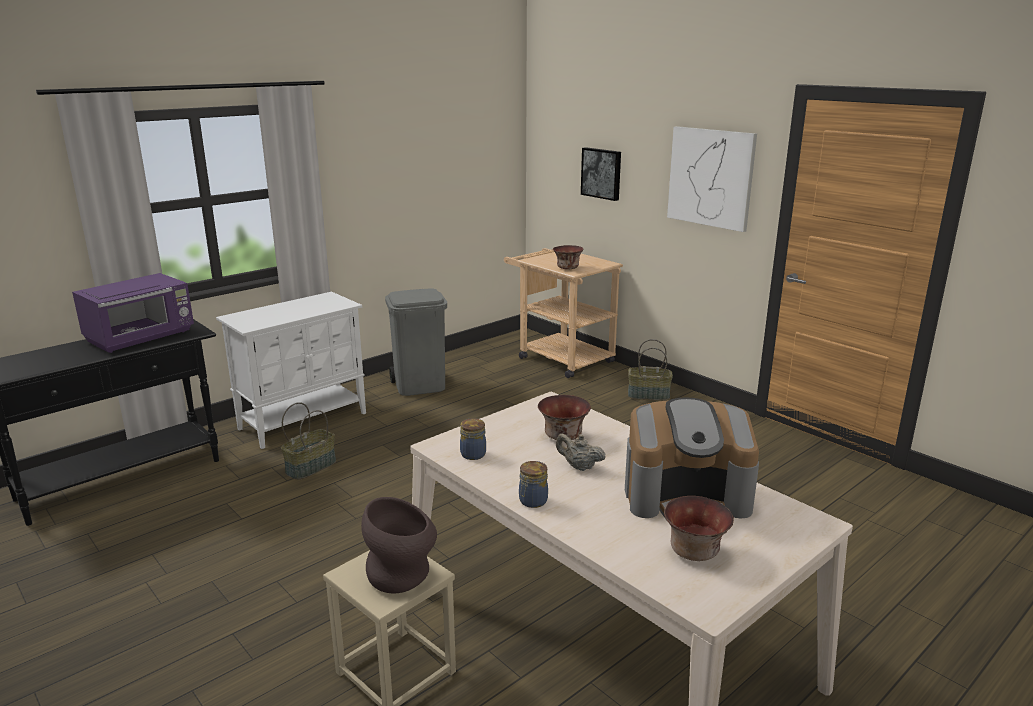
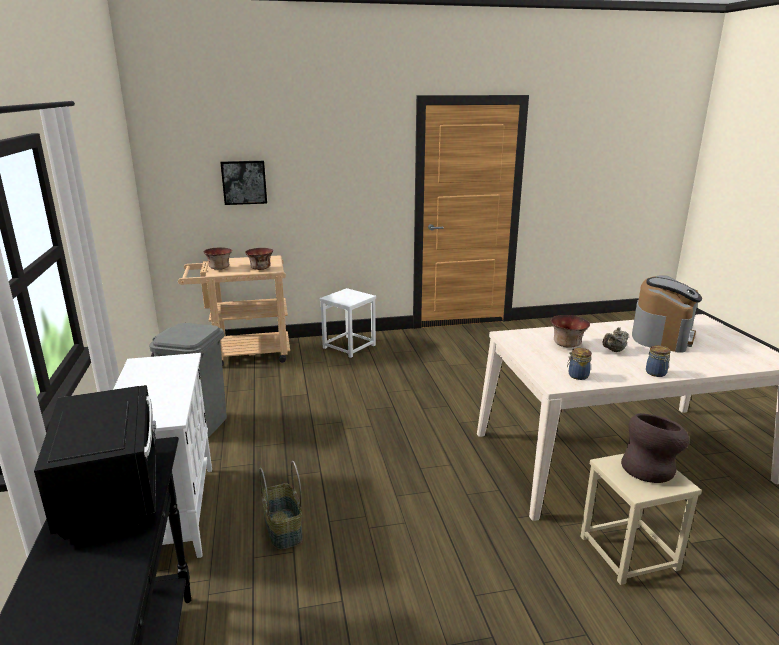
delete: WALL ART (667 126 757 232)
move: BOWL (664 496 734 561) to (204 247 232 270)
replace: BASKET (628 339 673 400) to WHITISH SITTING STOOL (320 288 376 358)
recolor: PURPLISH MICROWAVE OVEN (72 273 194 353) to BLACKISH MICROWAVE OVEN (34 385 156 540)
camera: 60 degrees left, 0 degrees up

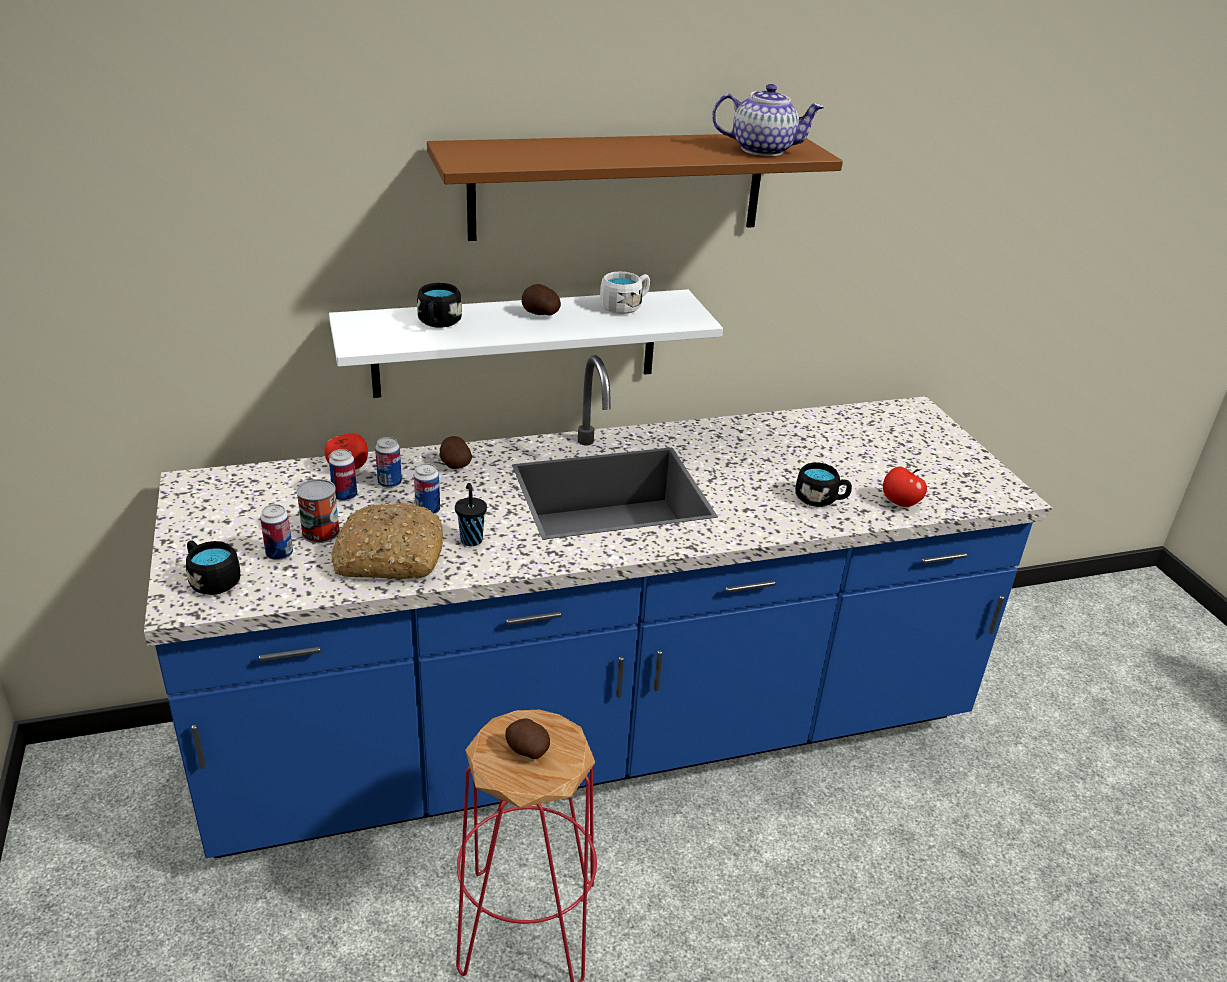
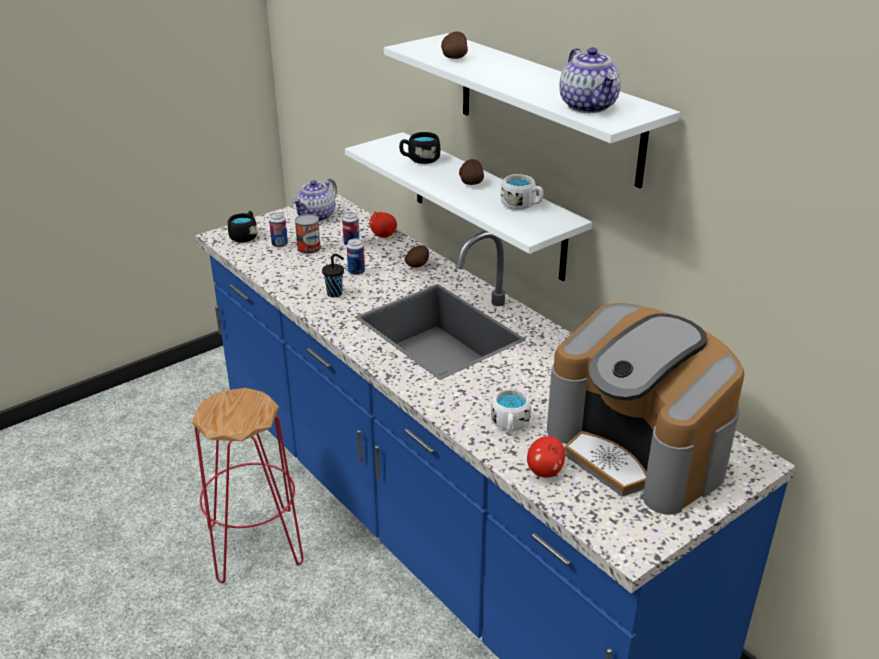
delete: BAKERY BREAD (331 502 443 579); CAN (375 437 402 488)
insert: POT FOR TEA (292 179 337 222); COFFEE BREWER (547 303 744 515)
move: POTATO (505 718 550 759) to (441 32 468 59)
recolor: BROWN BRACKET SHELF (427 134 843 241) to WHITISH BRACKET SHELF (384 33 680 188); BLACKISH MUG (795 462 852 507) to WHITISH MUG (491 389 531 432)
camera: 70 degrees right, 0 degrees up

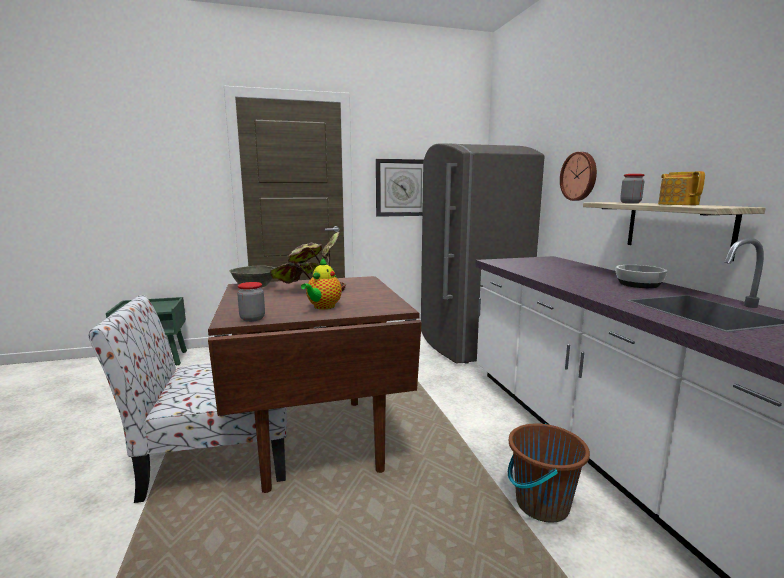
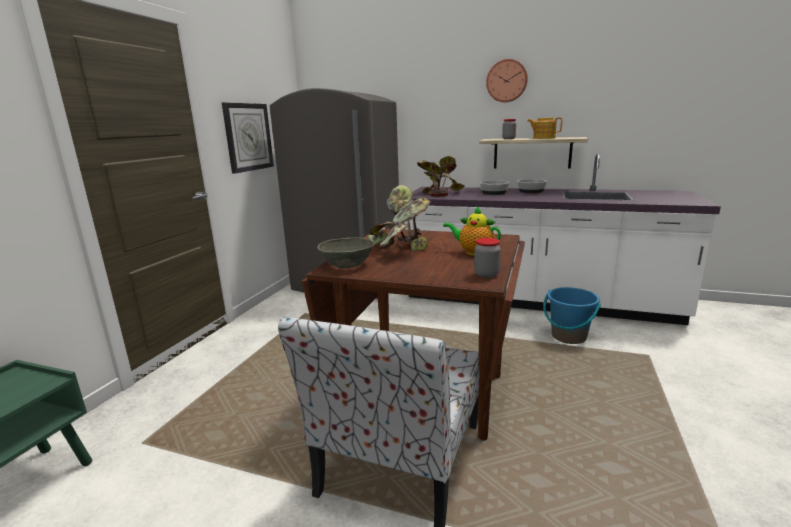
insert: PLANT IN A POT (417 156 465 197); BOWL (480 180 509 195)
move: CLOCK ON THE WALL (560 152 597 201) to (486 59 528 102)
recolor: BROWN BUCKET (508 423 590 523) to BLUE-COLOURED BUCKET (543 287 601 344)
rotate: POT FOR TEA (301 258 342 309) = (443 207 501 256) 150 degrees clockwise
camera: 55 degrees left, 5 degrees up

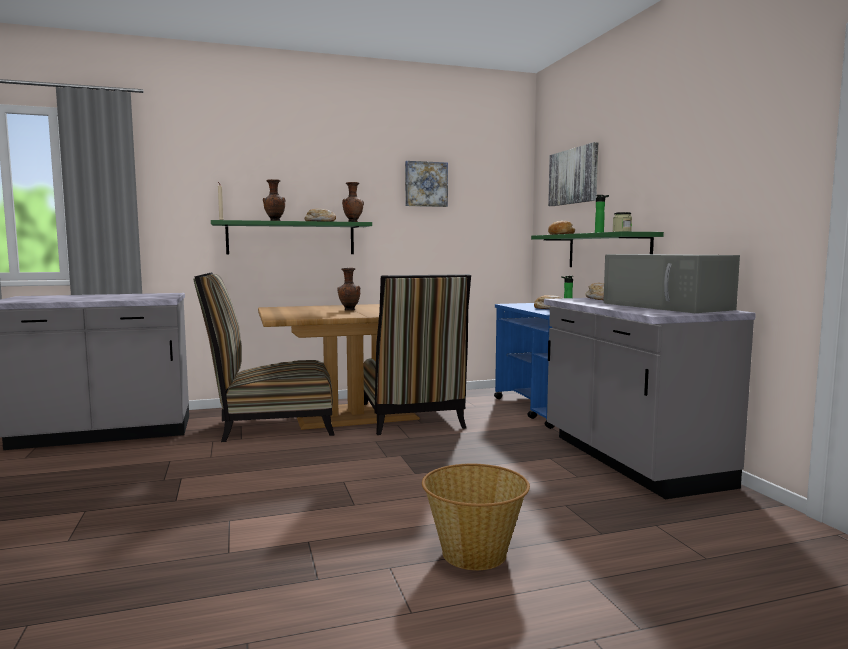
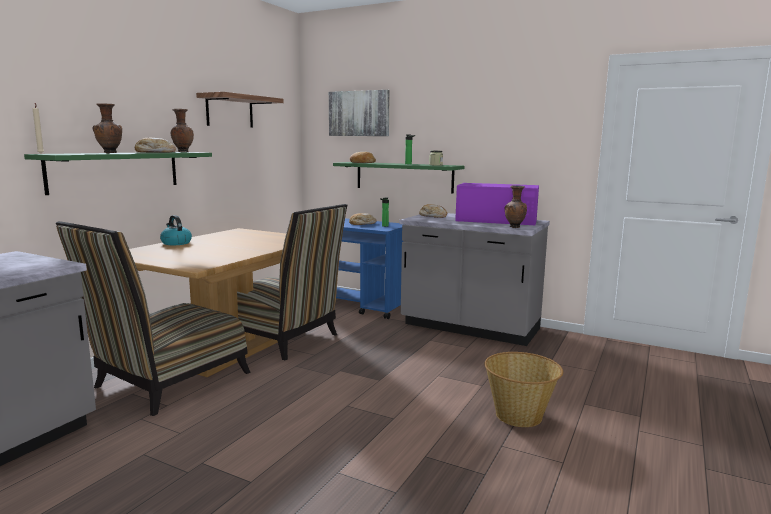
insert: WATER KETTLE (160 215 192 245)
move: BROWN VASE (337 268 360 311) to (504 185 527 228)
replace: WALL ART (405 161 448 207) to BRACKET SHELF (196 92 284 128)
recolor: GRAY MICROWAVE OVEN (603 254 740 313) to PURPLISH MICROWAVE OVEN (455 183 539 225)
camera: 45 degrees left, 5 degrees up

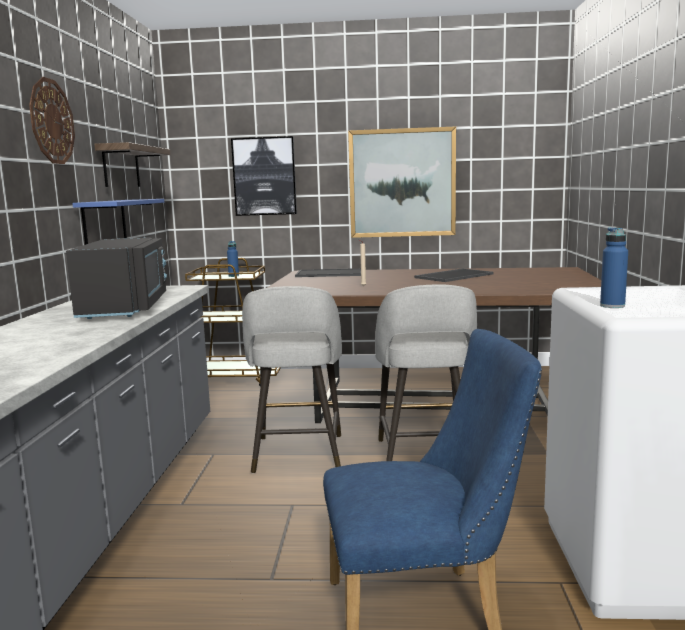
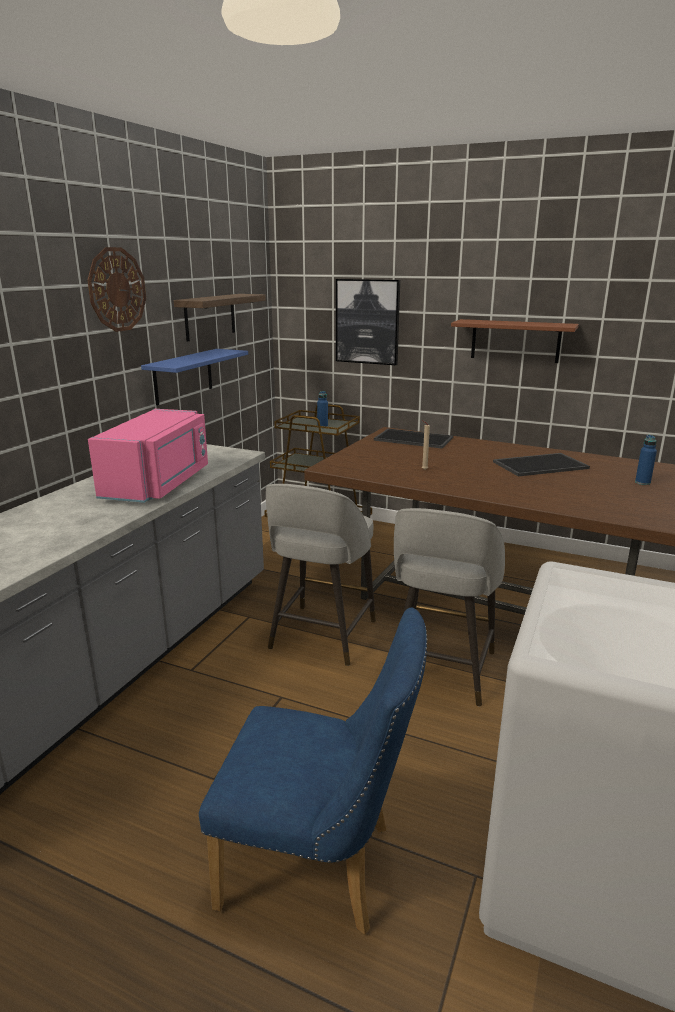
move: BLUE-COLOURED DRINK BOTTLE (600 227 628 308) to (635 435 657 485)
replace: WALL ART (348 126 456 238) to BROWN BRACKET SHELF (451 319 579 363)
recolor: BLACKISH MICROWAVE OVEN (66 237 167 319) to PINKISH MICROWAVE OVEN (88 409 208 503)
camera: 20 degrees right, 10 degrees up

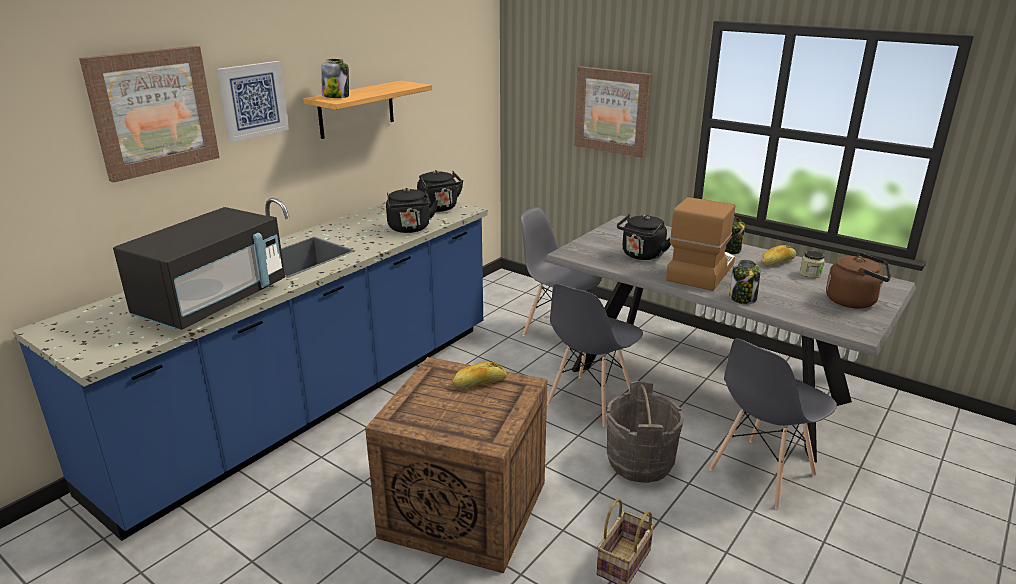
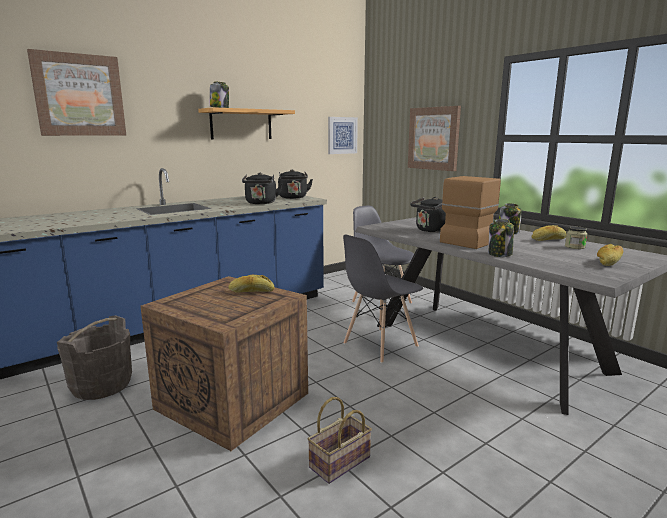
delete: BLACKISH MICROWAVE OVEN (113 207 285 330); GRAY PLAIN CHAIR (709 338 837 509)
move: GRAY BUCKET (607 381 684 483) to (57 315 132 400); WALL ART (216 61 289 142) to (328 117 358 154)
replace: BROWN WATER KETTLE (826 252 891 308) to BAKERY BREAD (597 244 623 266)
camera: 15 degrees right, 10 degrees down

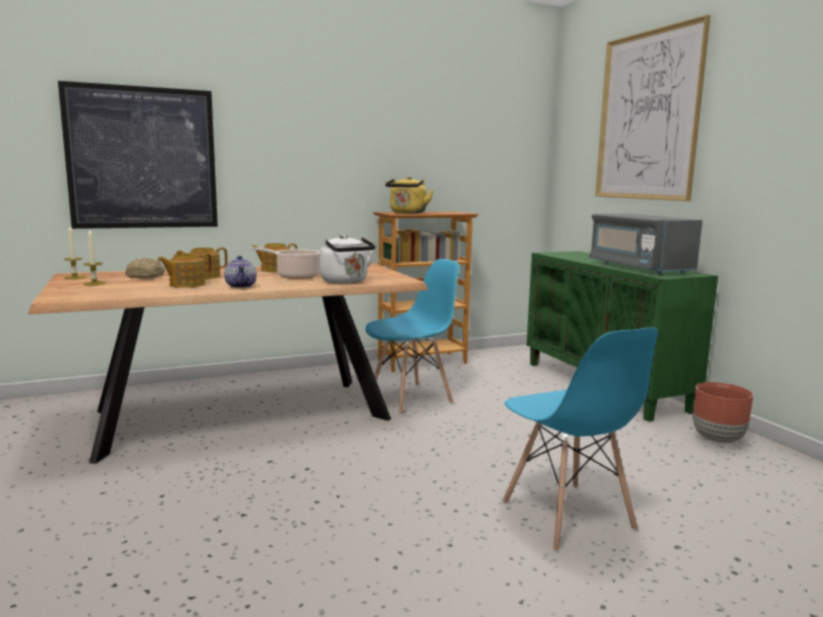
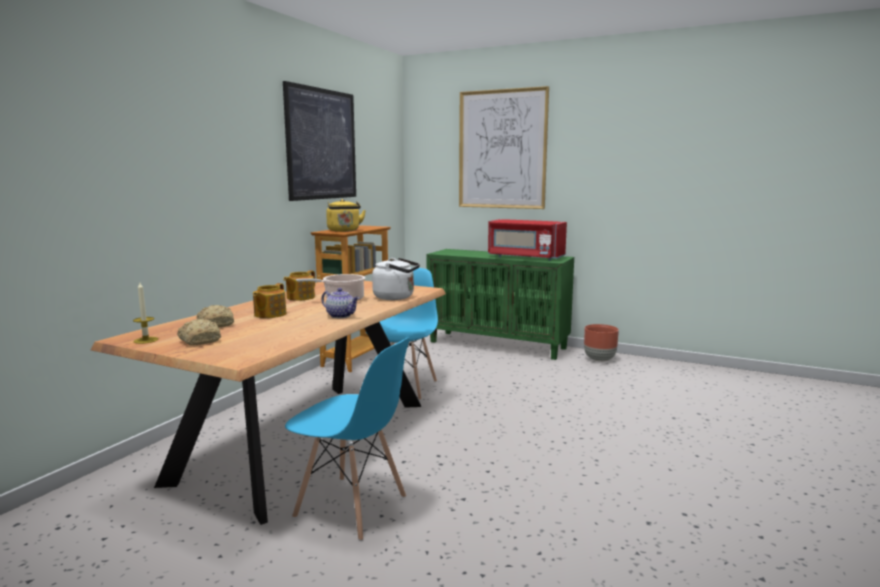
delete: POT FOR TEA (157 253 212 288)
move: WALL ART (58 81 218 229) to (283 81 356 201); BLUE-COLOURED PLAIN CHAIR (502 327 658 552) to (285 337 410 541)
replace: WAX LIGHT (83 229 106 285) to BAKERY BREAD (177 319 221 346)
recolor: GRAY MICROWAVE OVEN (589 213 703 275) to RED MICROWAVE OVEN (488 219 567 261)
camera: 40 degrees left, 0 degrees up

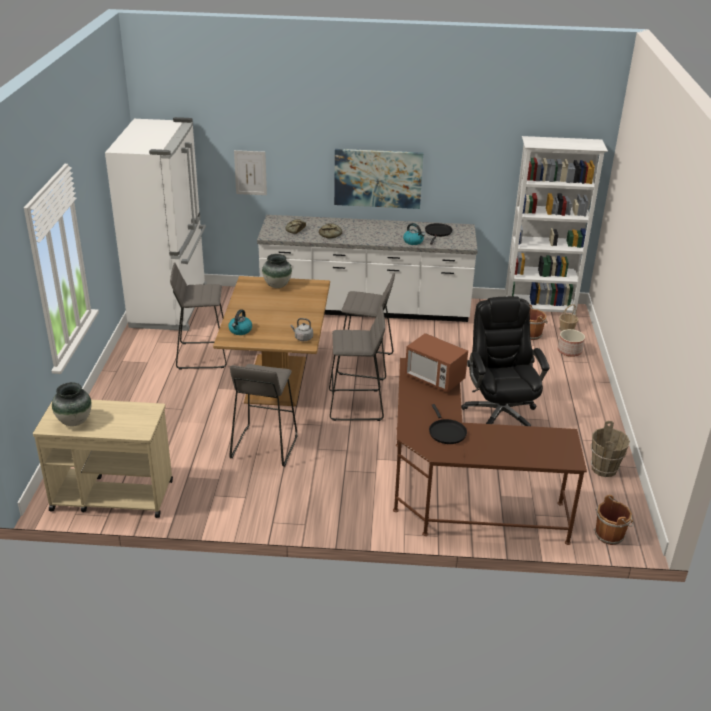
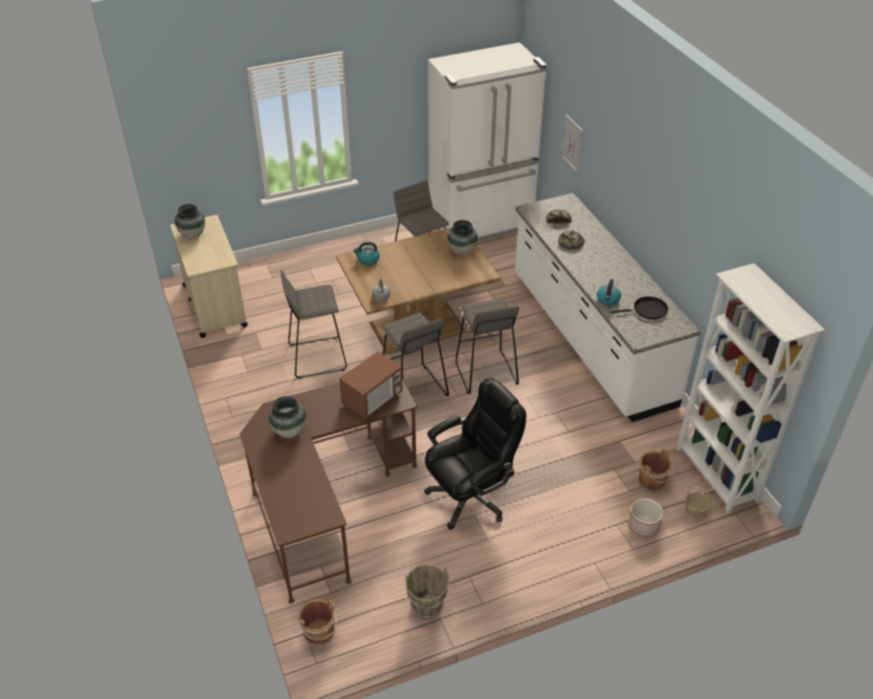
delete: WALL ART (334 149 423 209)
replace: BLACKISH PAN (429 404 467 444) to VASE (268 396 306 438)
rotate: MICROWAVE OVEN (405 333 468 393) = (339 351 403 419) 150 degrees counterclockwise
camera: 65 degrees right, 10 degrees up

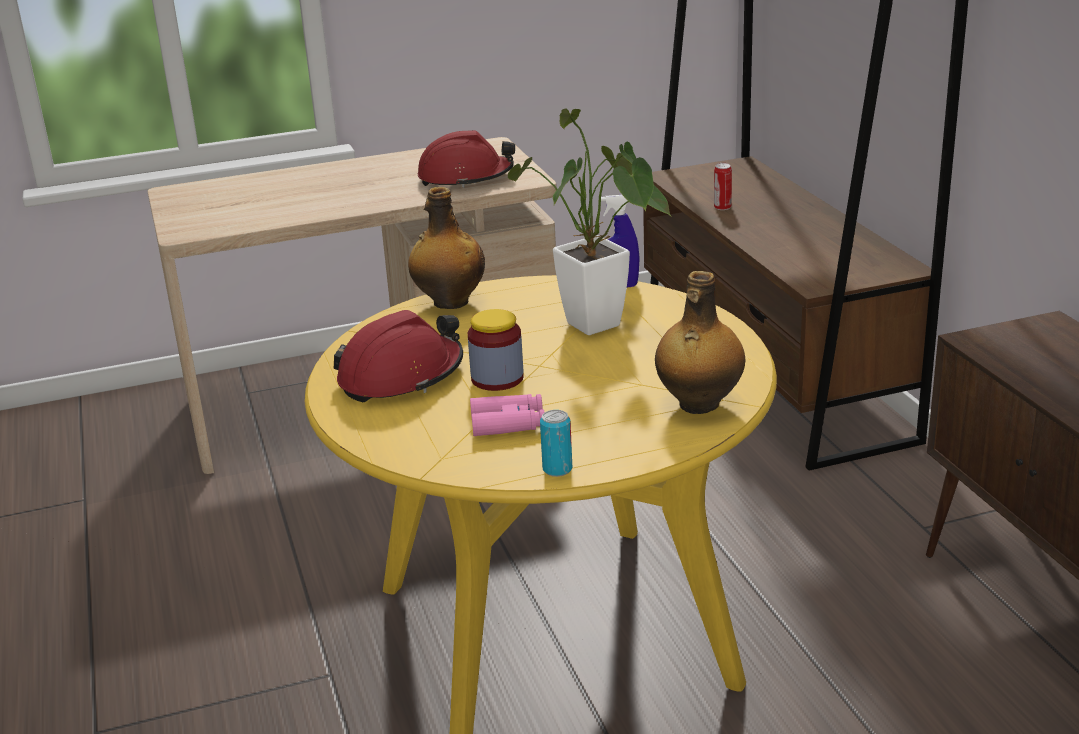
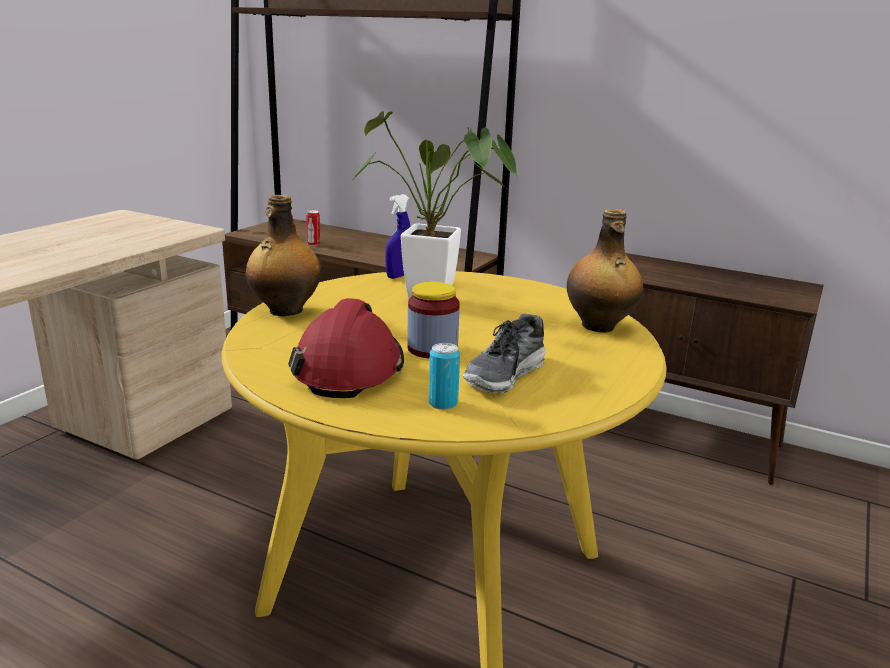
delete: RED SAFETY HELMET (418 130 515 188)
move: CAN (540 410 572 477) to (429 343 460 410)
replace: PINKISH BINOCULARS (470 394 545 436) to LOW SHOE (463 314 546 393)
camera: 45 degrees left, 5 degrees down

